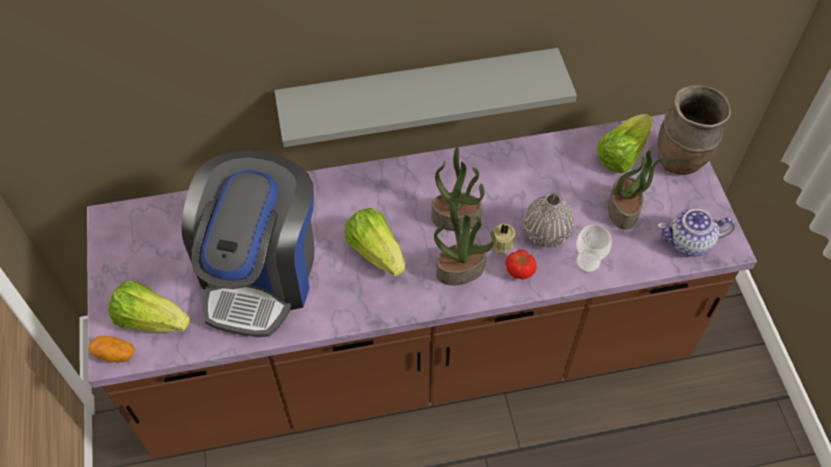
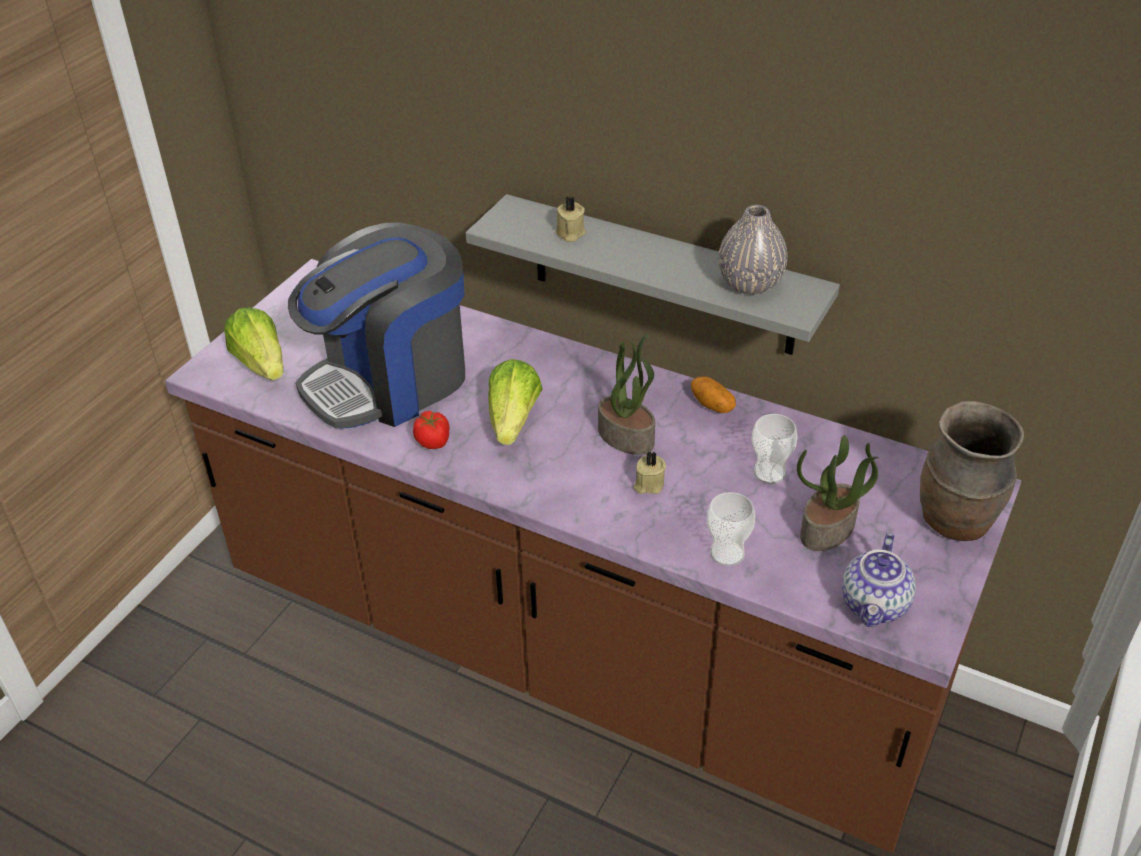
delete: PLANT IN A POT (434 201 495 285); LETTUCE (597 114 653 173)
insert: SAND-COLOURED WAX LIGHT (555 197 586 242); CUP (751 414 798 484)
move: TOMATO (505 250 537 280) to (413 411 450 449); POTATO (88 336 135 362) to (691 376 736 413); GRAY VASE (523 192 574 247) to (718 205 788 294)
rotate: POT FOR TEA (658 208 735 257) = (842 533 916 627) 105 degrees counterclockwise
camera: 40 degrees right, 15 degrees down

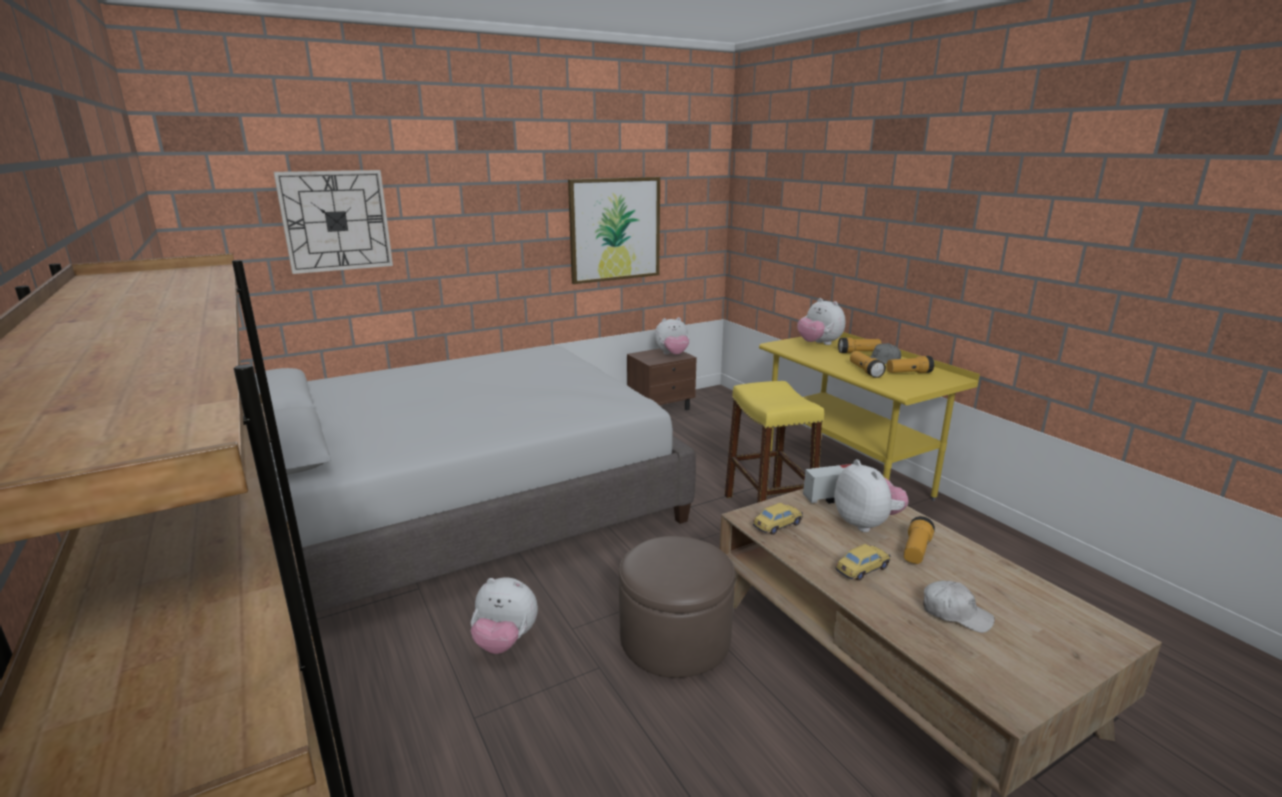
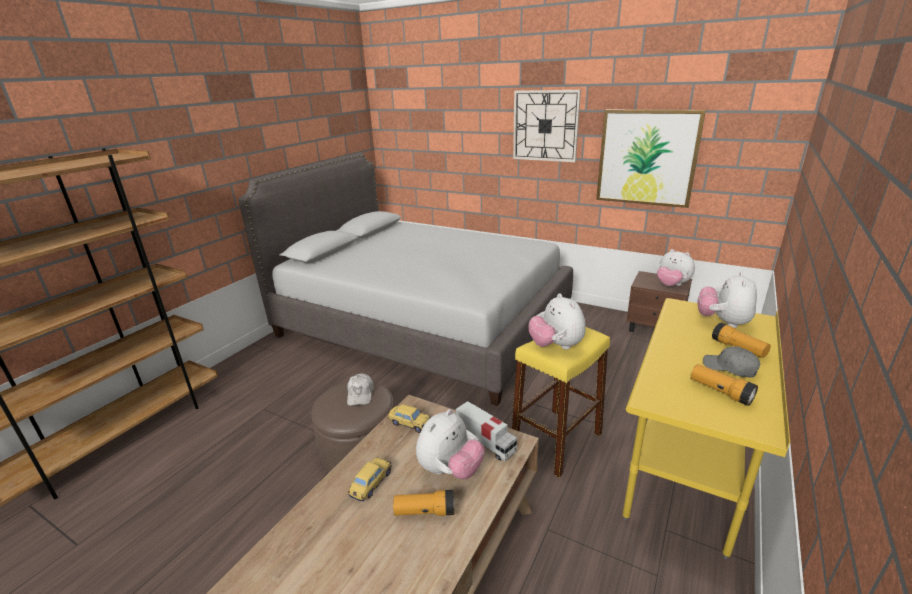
delete: TORCH (850 351 886 378)
move: WHITISH BASEBALL CAP (923 581 995 633) to (347 373 374 406); CLOCK ON THE WALL (274 170 393 274) to (513 90 581 162); SOFT TOY (471 577 538 654) to (529 293 586 350)
rotate: TOY CAR (835 544 891 581) = (348 457 392 501) 90 degrees counterclockwise
camera: 60 degrees right, 5 degrees up

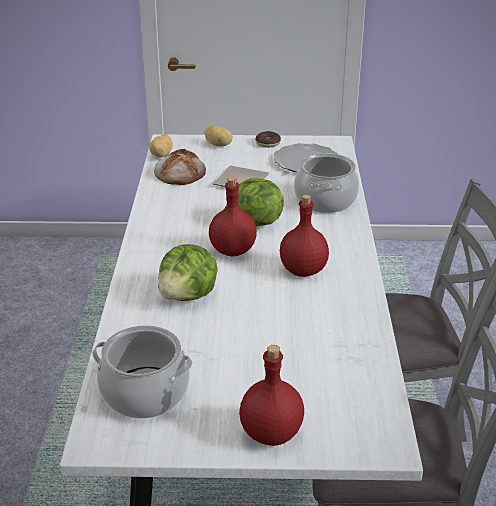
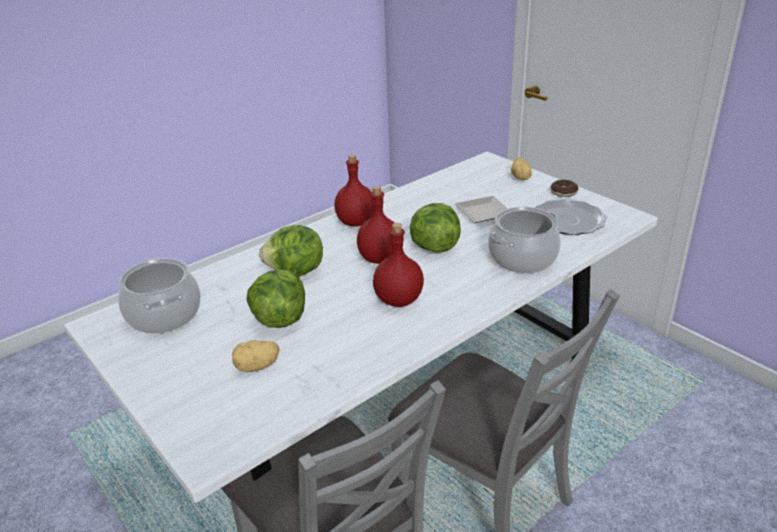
delete: BAKERY BREAD (154 149 206 185)
insert: LETTUCE (246 269 305 328)
move: POTATO (149 134 173 158) to (232 340 280 372); RED DRINK BOTTLE (239 345 304 446) to (334 154 373 226)
camera: 50 degrees right, 0 degrees up

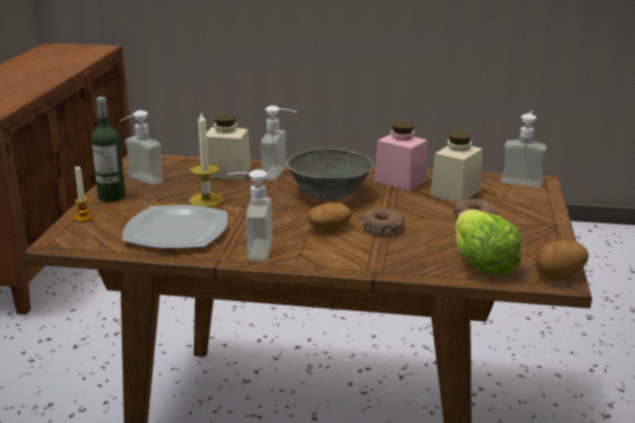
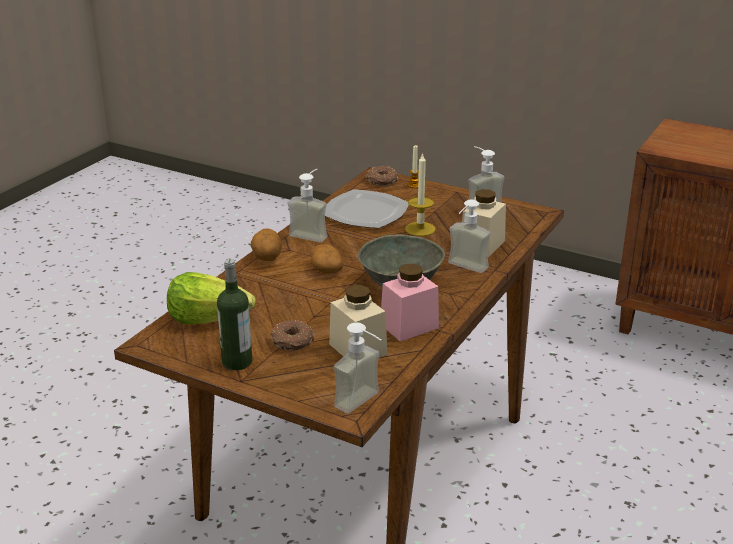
move: DRINK BOTTLE (91 97 126 202) to (217 259 252 370); POTATO (535 240 588 280) to (251 228 282 261); DONUT (361 208 405 235) to (366 166 399 186)
camera: 110 degrees right, 5 degrees up

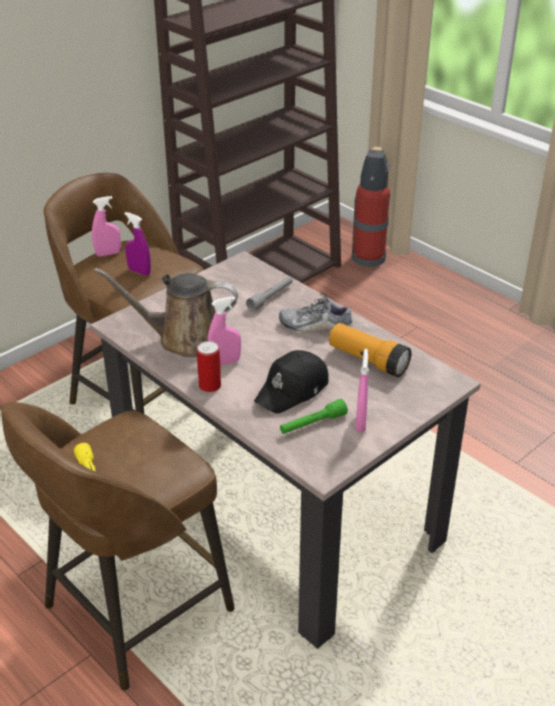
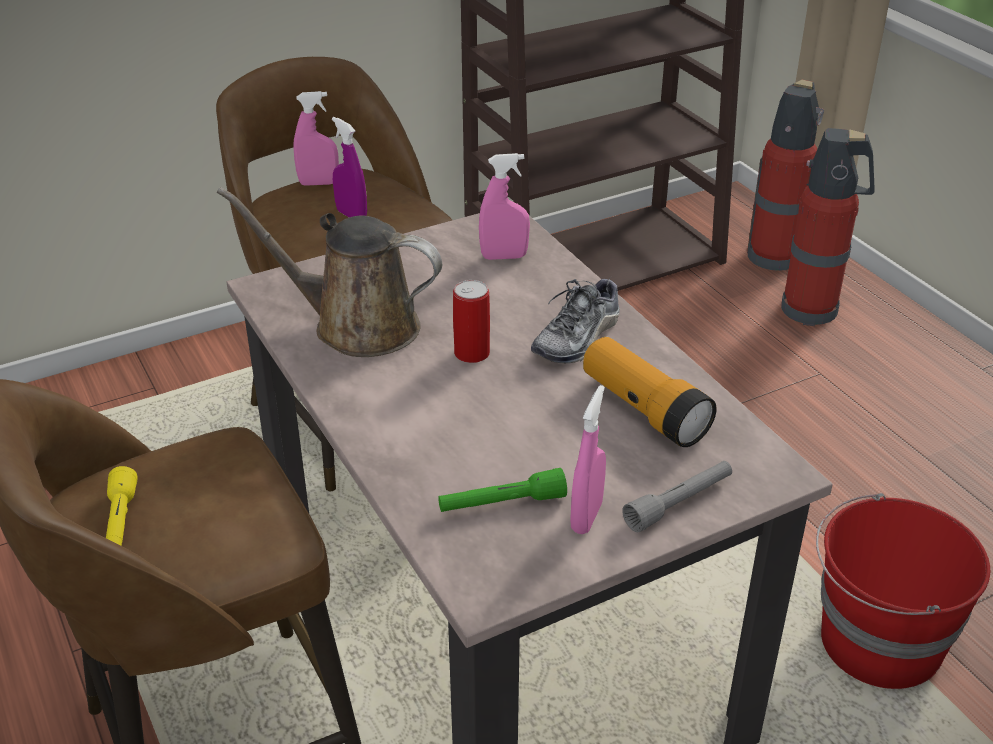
delete: BLACKISH BASEBALL CAP (254 350 329 414)
insert: EXTINGUISHER (781 128 875 326); RED BUCKET (816 493 990 689)
move: CAN (197 341 221 392) to (453 280 490 363); PINKISH SPRAYER (208 296 241 366) to (479 153 530 260); GRAY TORCH (246 276 293 312) to (622 461 732 533)
rotate: LOW SHOE (279 293 353 333) = (531 275 620 364) 75 degrees counterclockwise
camera: 15 degrees right, 0 degrees up

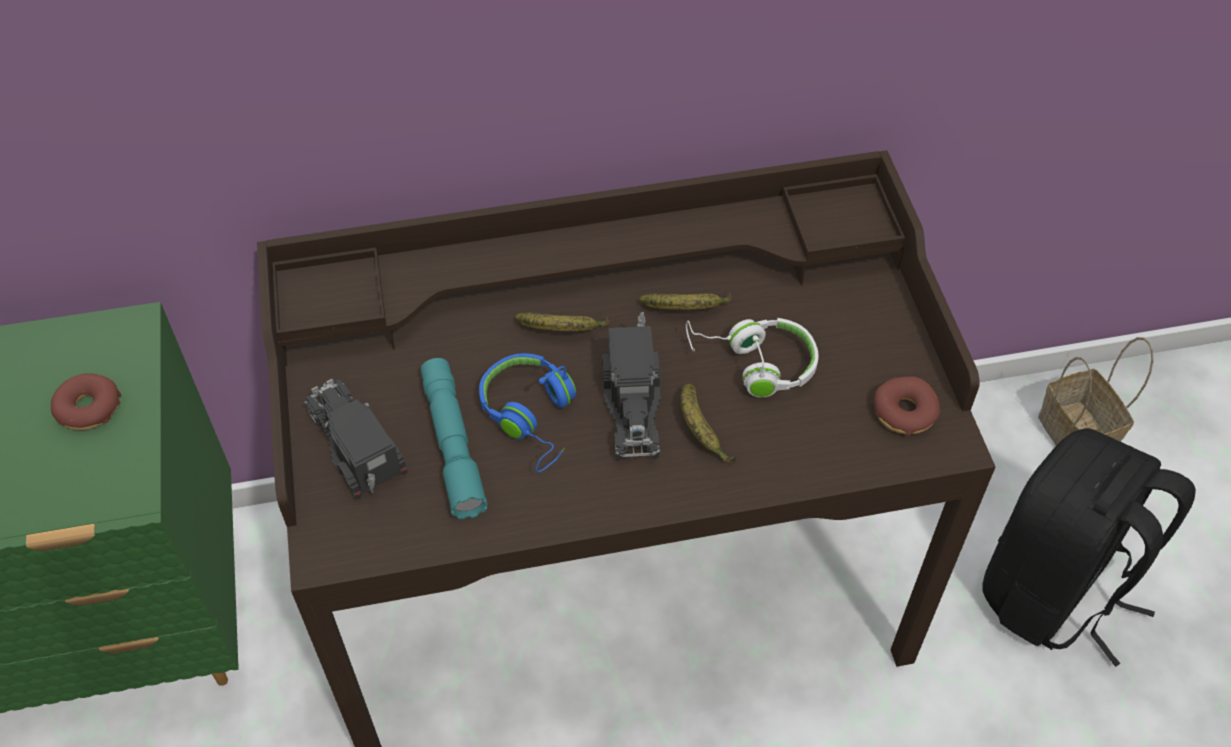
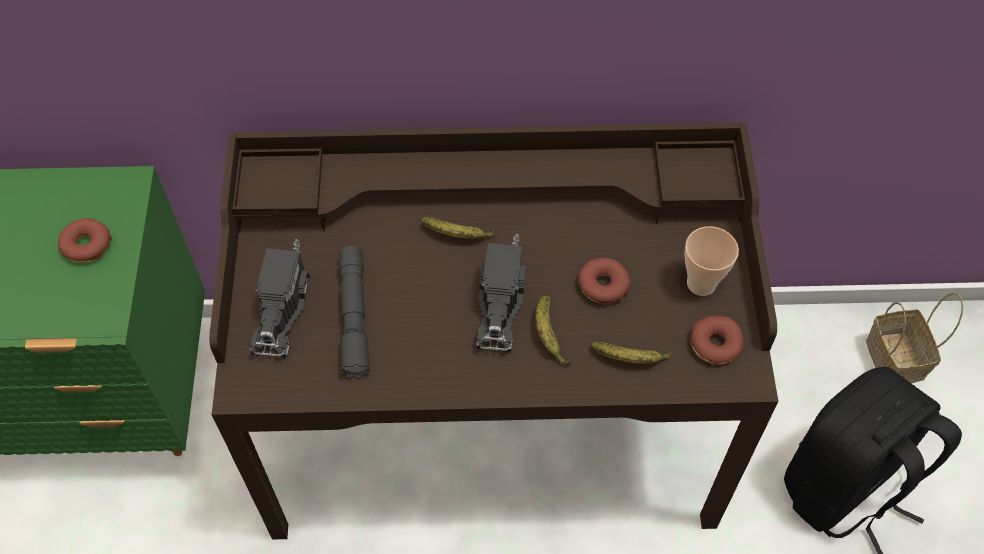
delete: BLUE-COLOURED PAIR OF HEADPHONES (479 353 576 472)
insert: CUP (684 226 739 296)
move: BANANA (639 292 733 310) to (592 342 672 364)
replace: WHITISH PAIR OF HEADPHONES (686 318 818 397) to DONUT (578 258 630 305)
recolor: TURQUOISE TORCH (421 358 488 519) to GRAY TORCH (339 246 370 379)
rotate: TOY LORRY (304 379 408 499) = (250 239 311 358) 150 degrees counterclockwise
camera: 10 degrees right, 5 degrees up

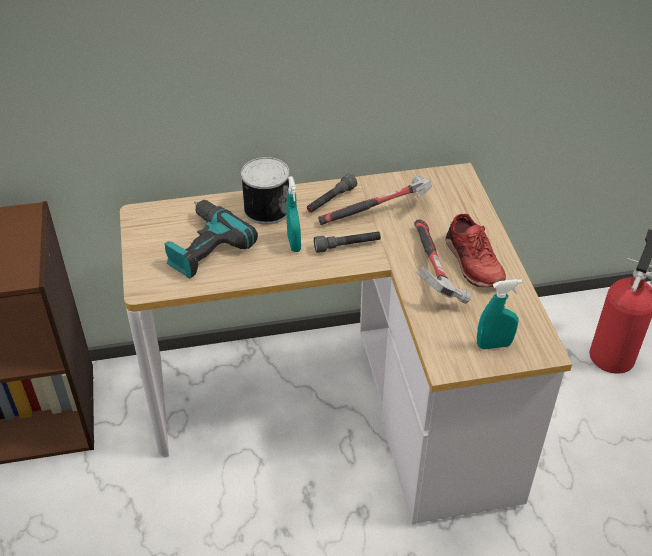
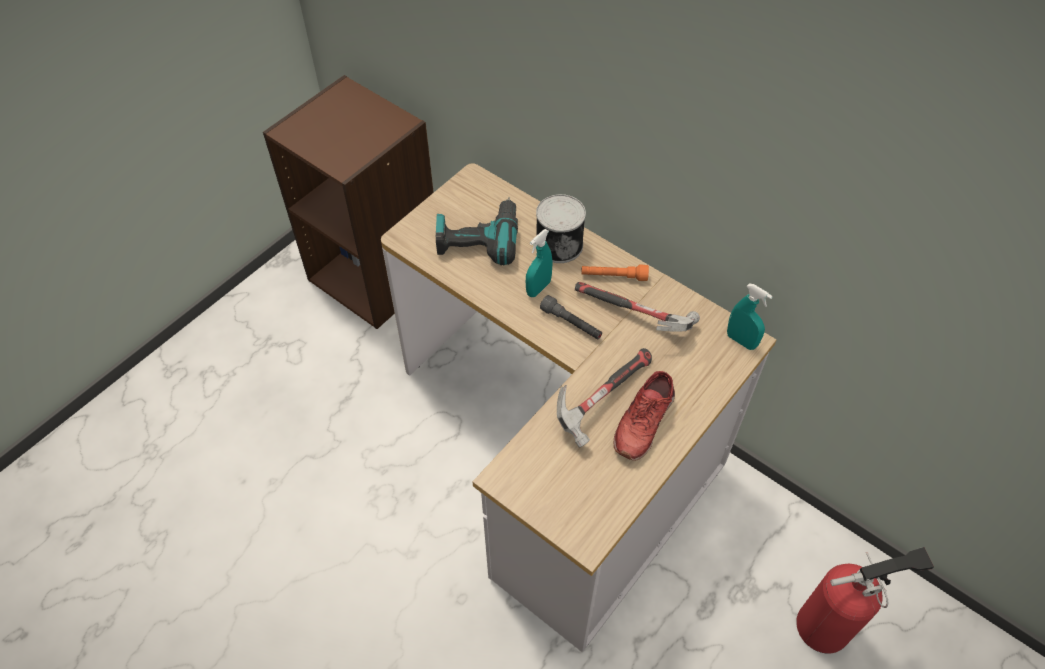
move: TURQUOISE SPRAYER (477 279 522 349) to (727 283 773 350)
recolor: GRAY TORCH (307 174 357 213) to ORANGEY TORCH (581 264 649 281)
camera: 50 degrees right, 10 degrees up

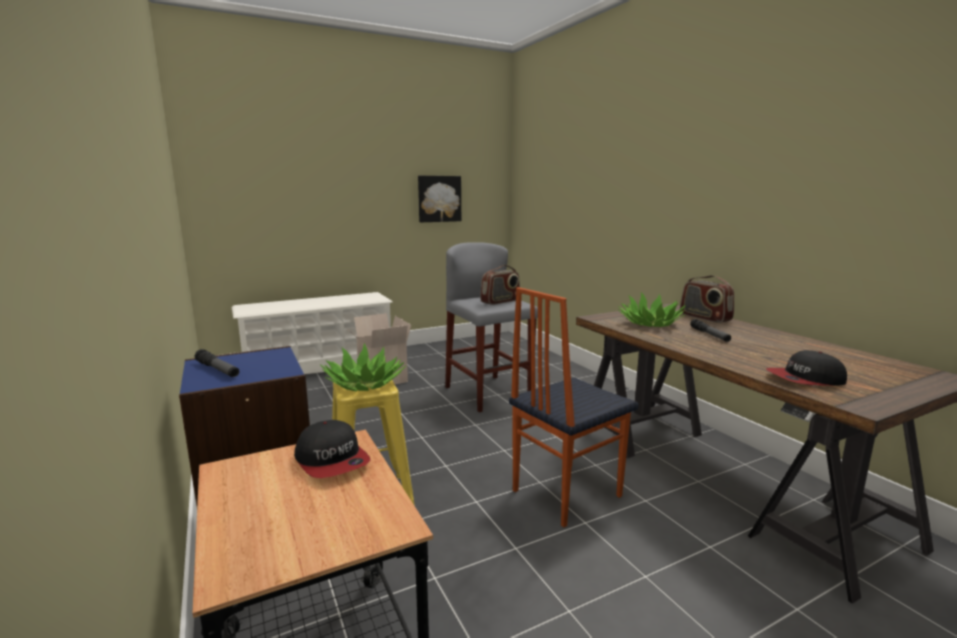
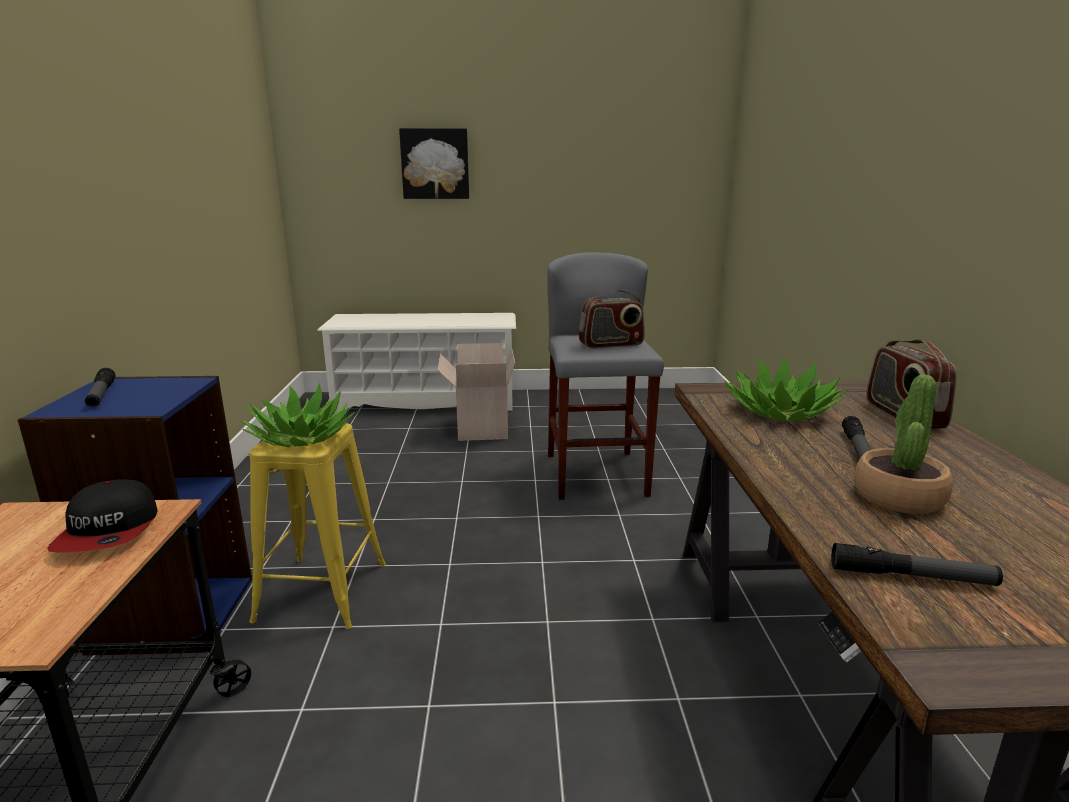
delete: PLAIN CHAIR (509 287 639 527)
insert: PLANT IN A POT (854 375 953 514)
move: WALL ART (418 176 461 222) to (399 128 469 199)
replace: BASEBALL CAP (766 350 847 386) to TORCH (831 543 1003 586)
camera: 25 degrees right, 5 degrees up

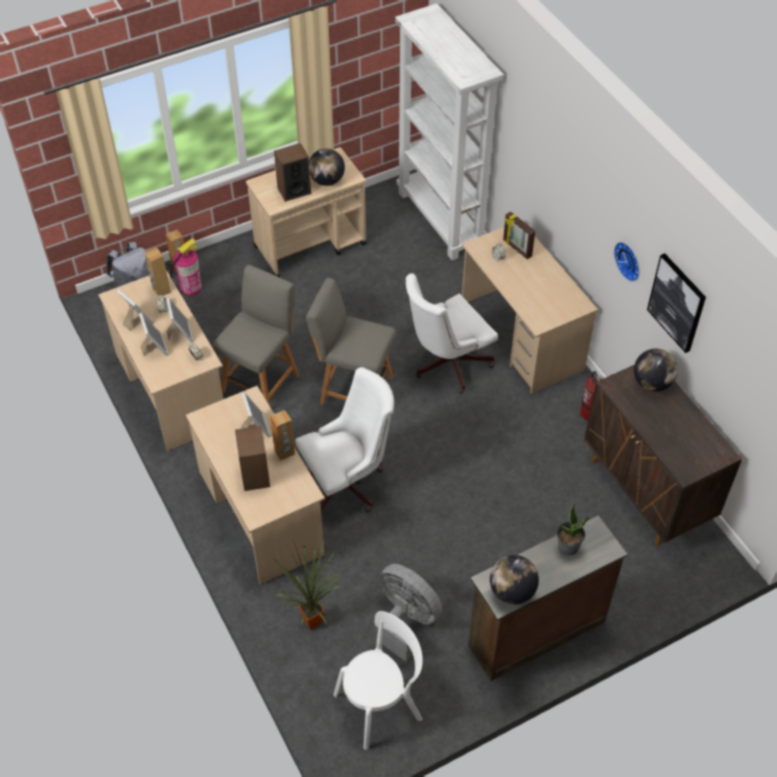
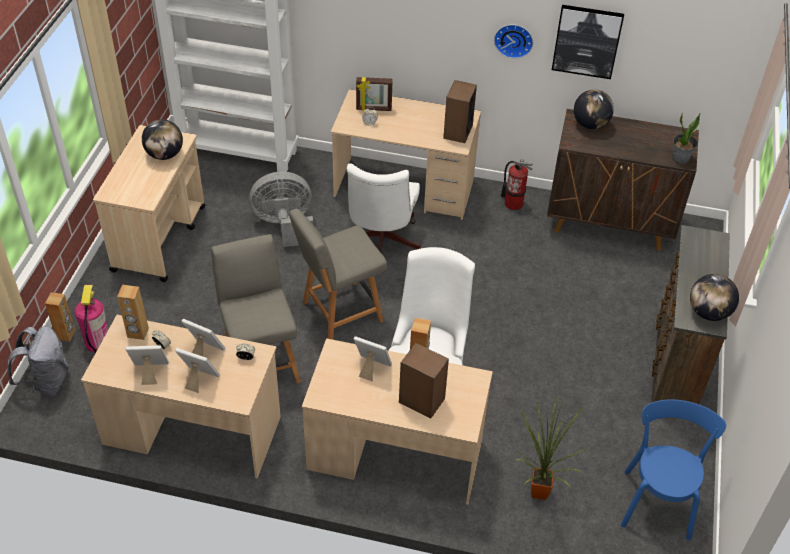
move: GRAY ELECTRIC FAN (379 564 442 662) to (249 171 313 247); AUDIO SPEAKER (274 143 311 202) to (443 80 477 143); PLANT IN A POT (557 503 590 555) to (672 113 700 164)
recolor: WHITISH PLAIN CHAIR (334 611 423 750) to BLUE-COLOURED PLAIN CHAIR (621 399 726 540)
camera: 50 degrees left, 5 degrees down

